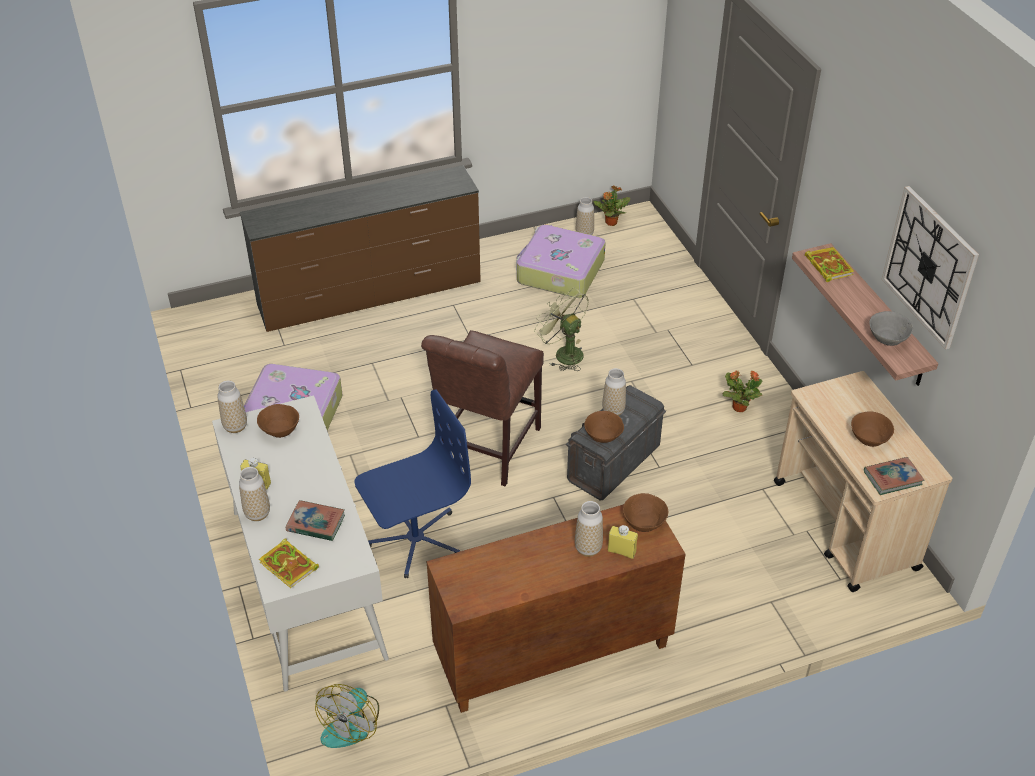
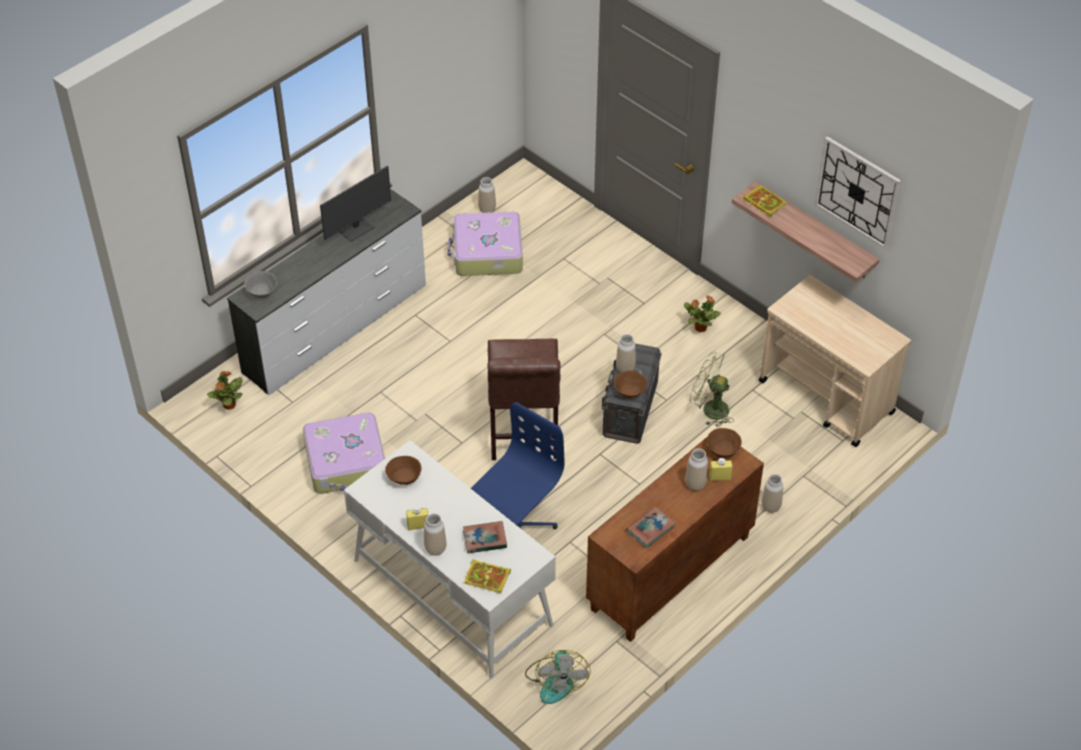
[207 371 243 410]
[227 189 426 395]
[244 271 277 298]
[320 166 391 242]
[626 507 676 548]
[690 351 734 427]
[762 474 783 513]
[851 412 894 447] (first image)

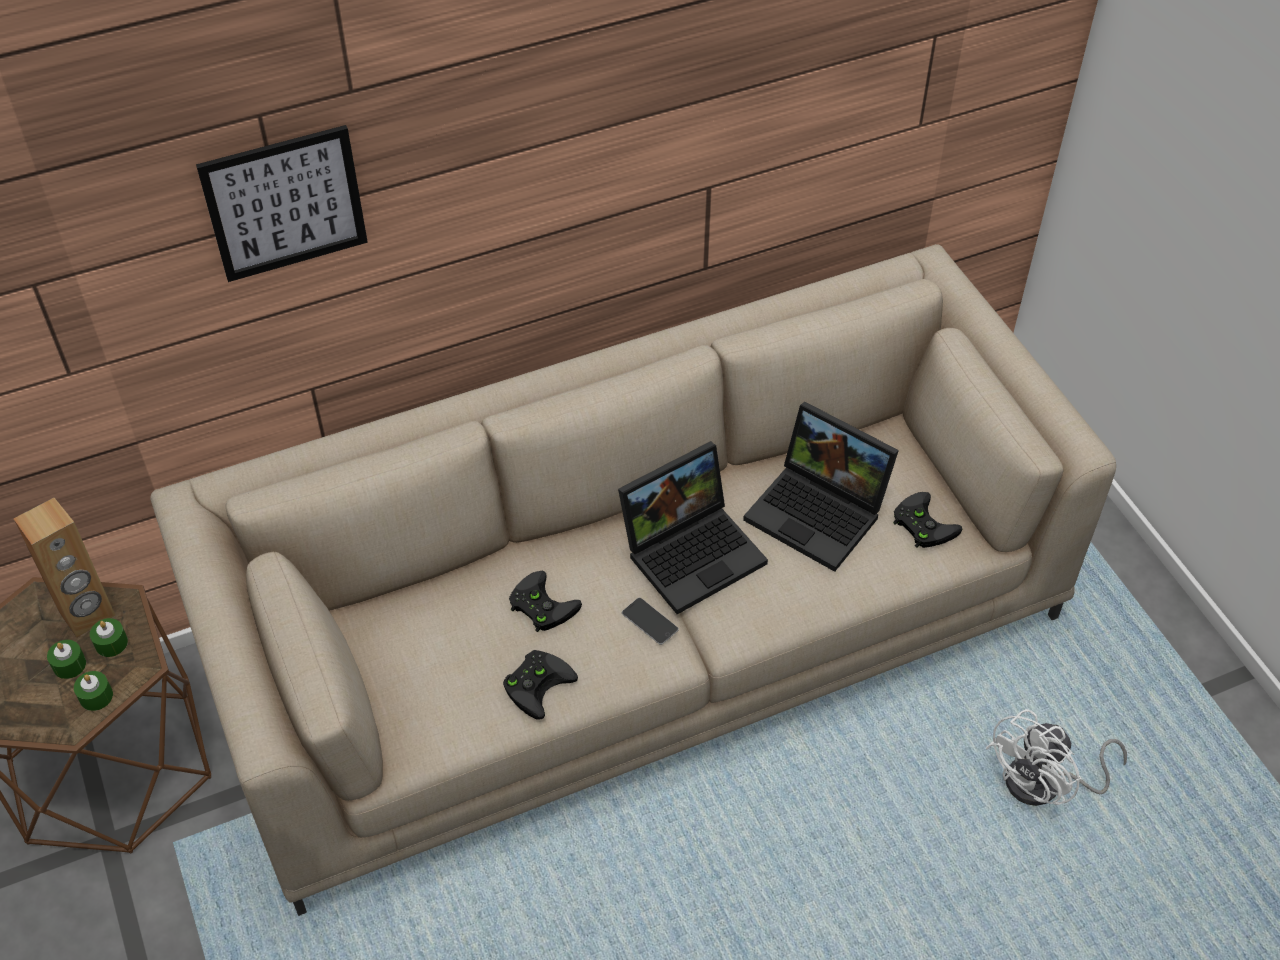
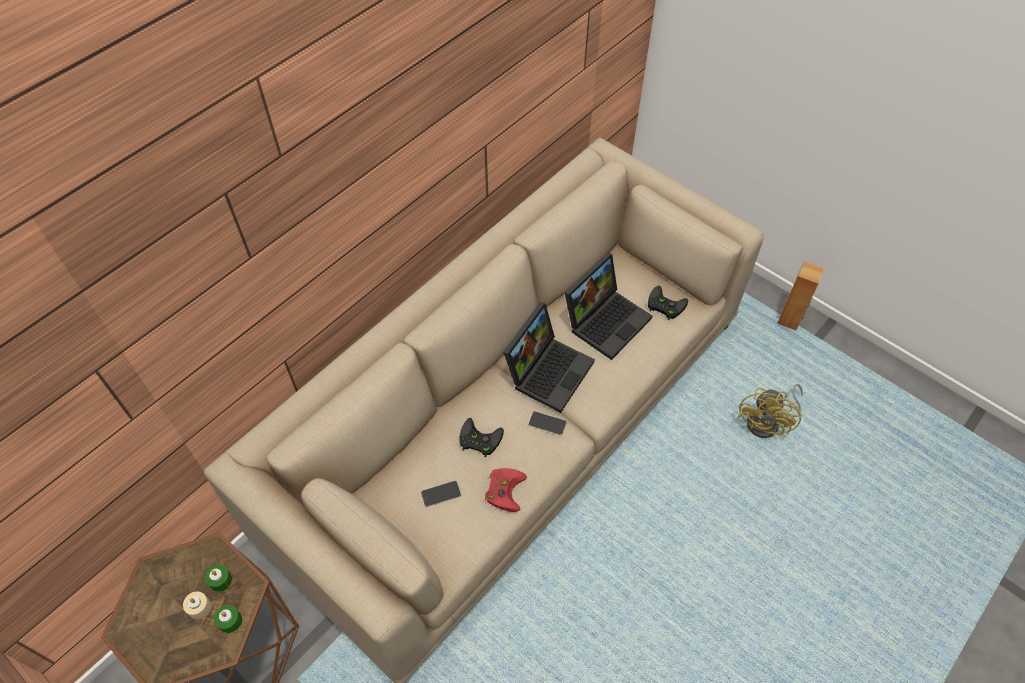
[183 591 211 619]
[421 481 461 507]
[485 468 527 512]
[565 252 652 360]
[738 384 803 438]
[777 261 824 330]
[196 125 368 282] (first image)

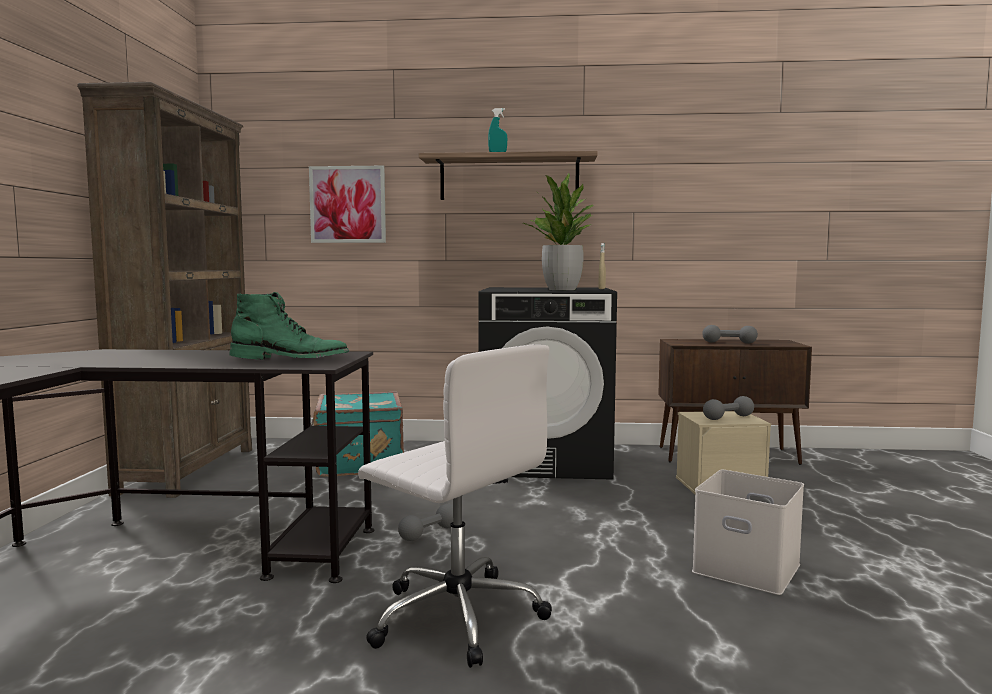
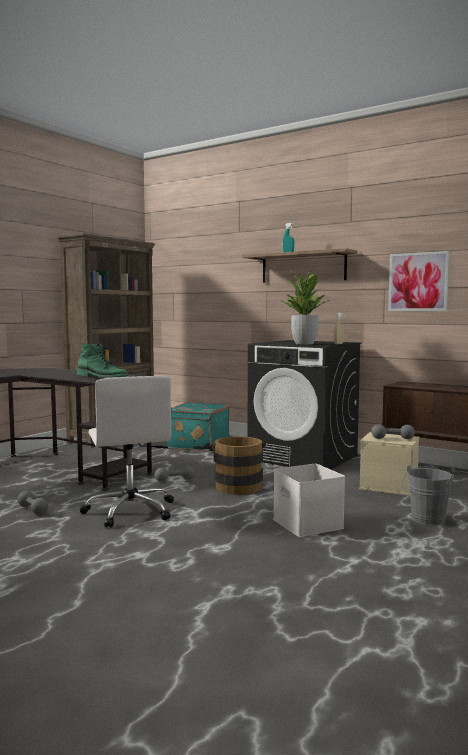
[17 491 49 515]
[209 436 266 495]
[388 251 450 311]
[402 465 454 525]

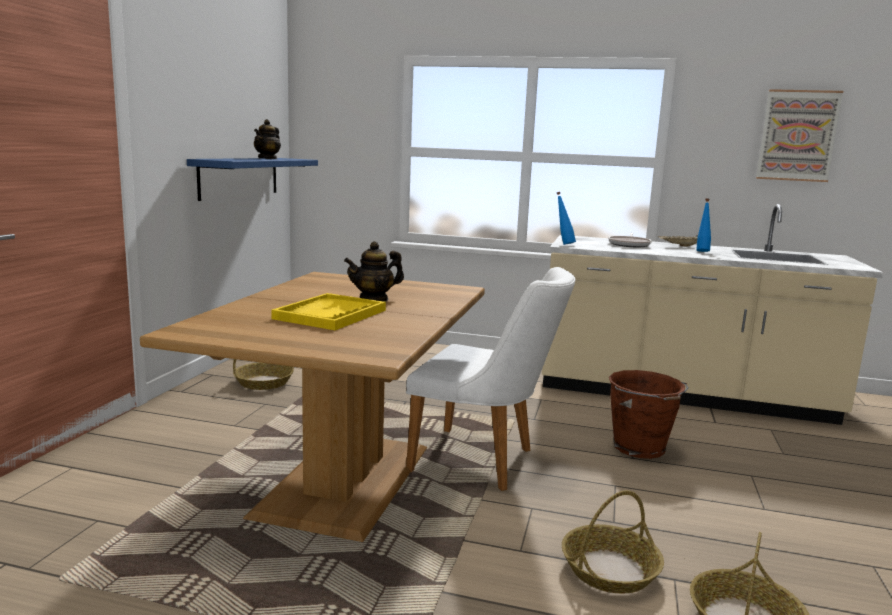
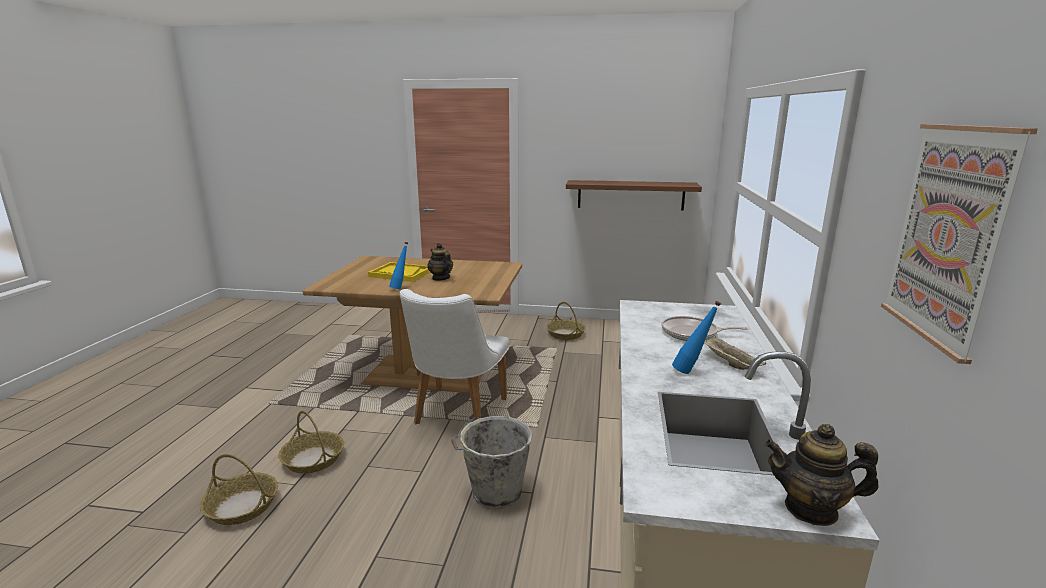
[389 242 408 289]
[451 416 533 509]
[566 180 702 211]
[765 424 878 526]

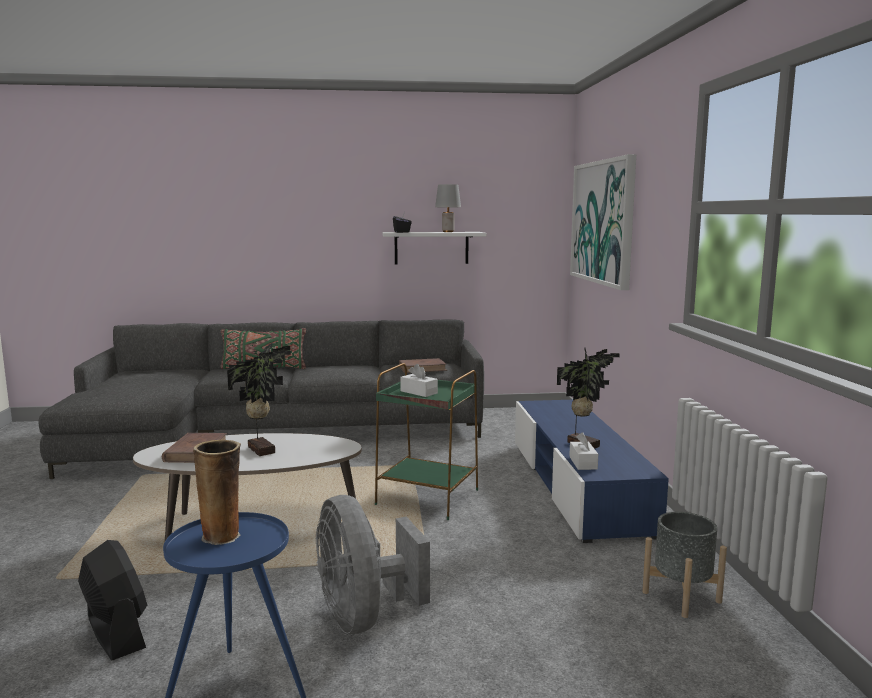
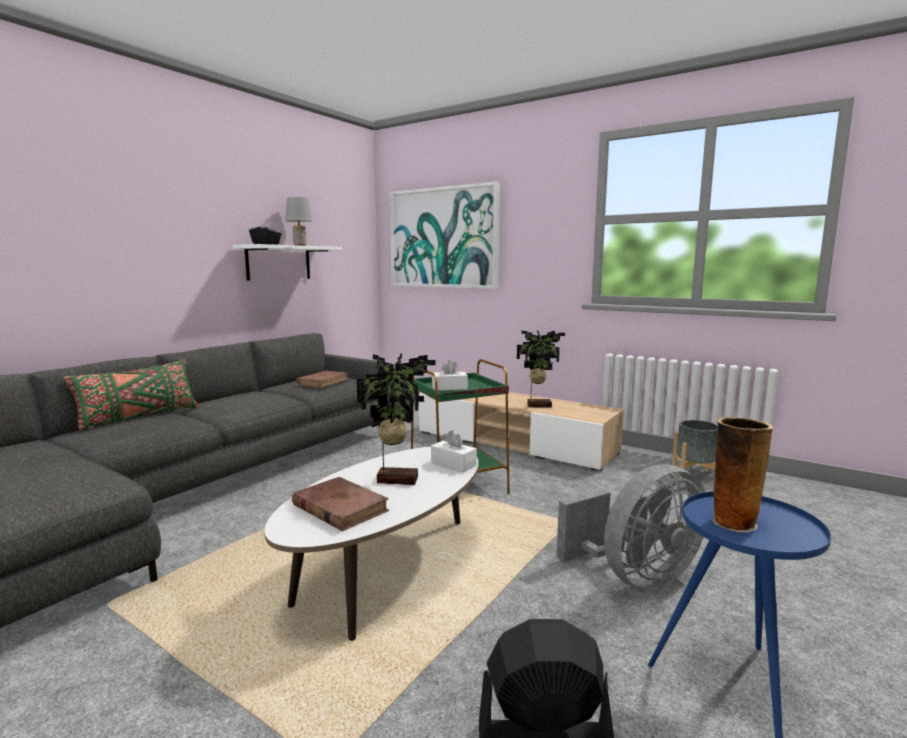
[419 392 624 472]
[431 430 477 472]
[556 464 705 591]

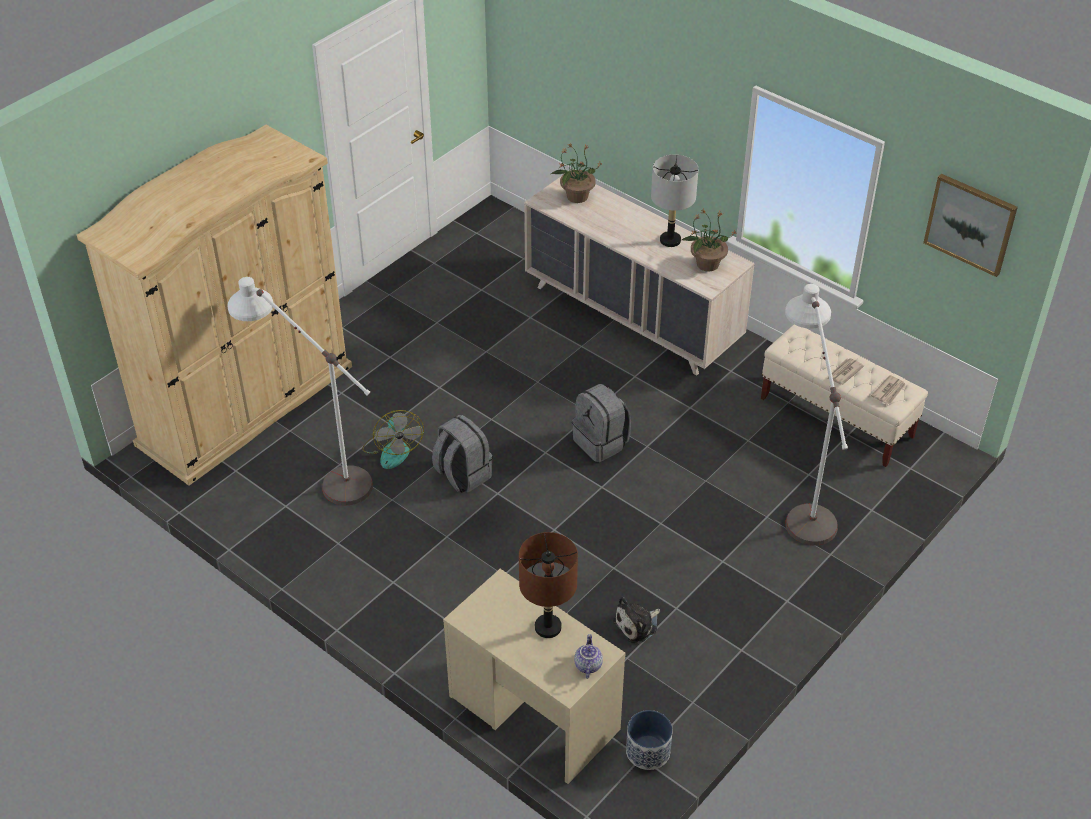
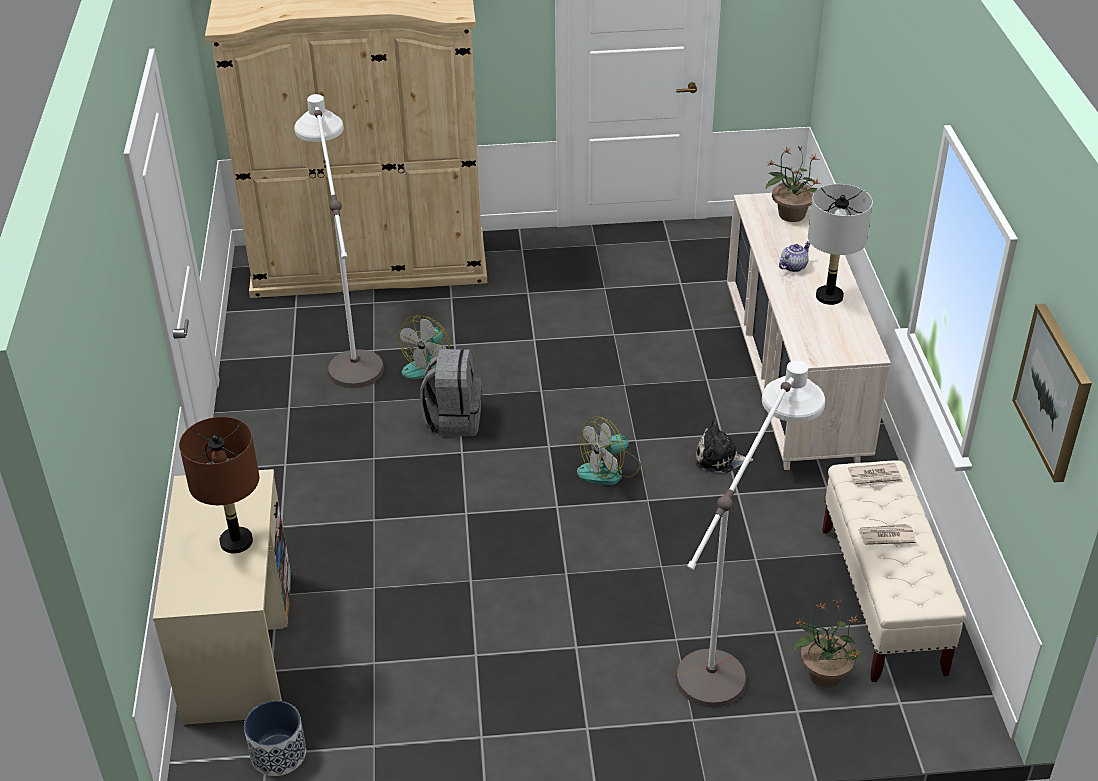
[577 416 641 485]
[696 418 753 473]
[779 241 811 272]
[793 600 862 688]
[848 463 903 487]

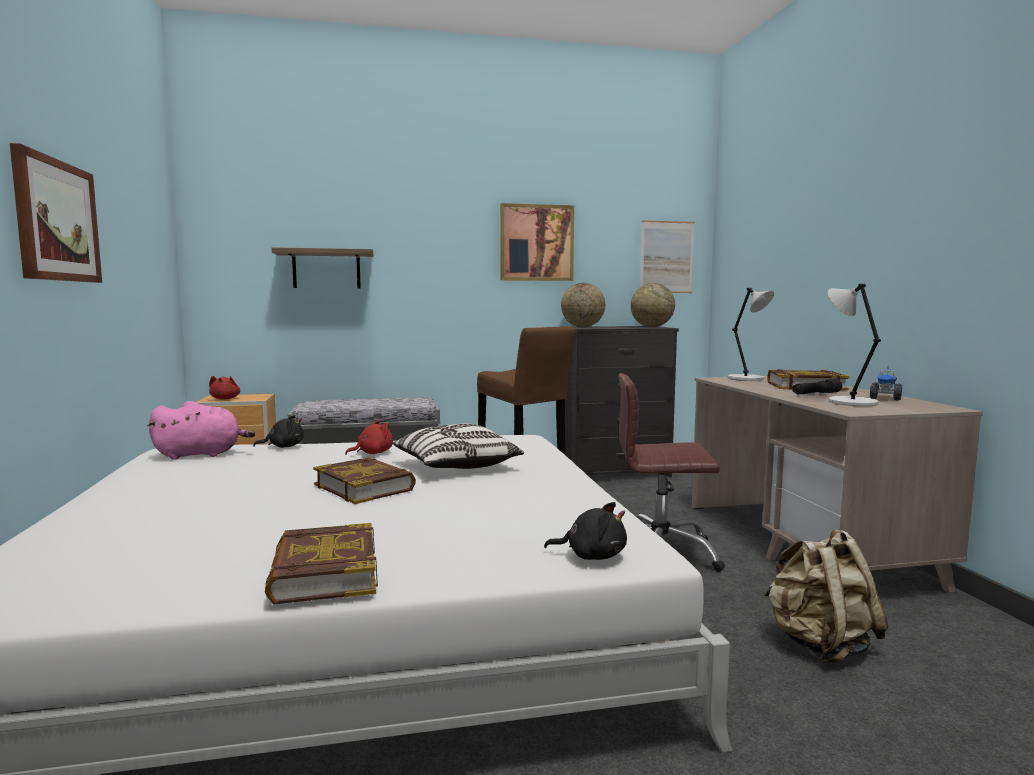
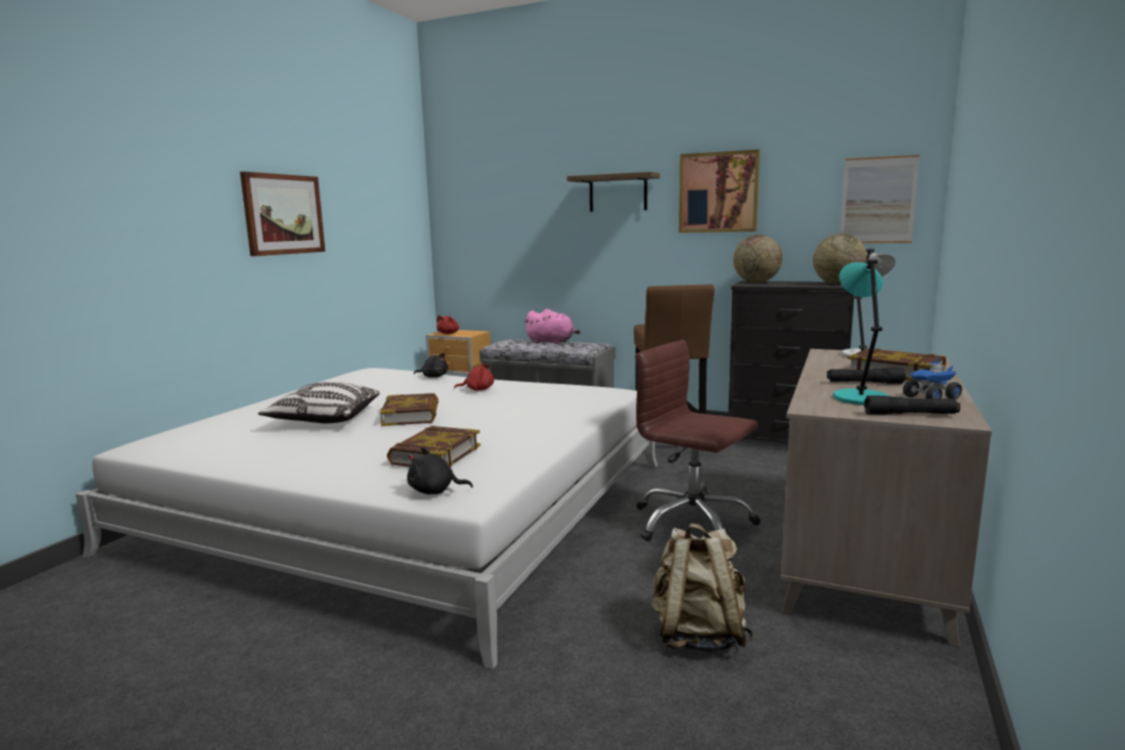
[258 382 380 423]
[387 426 481 467]
[407 447 473 494]
[524 309 580 344]
[567 172 660 212]
[833 259 889 405]
[864 396 960 415]

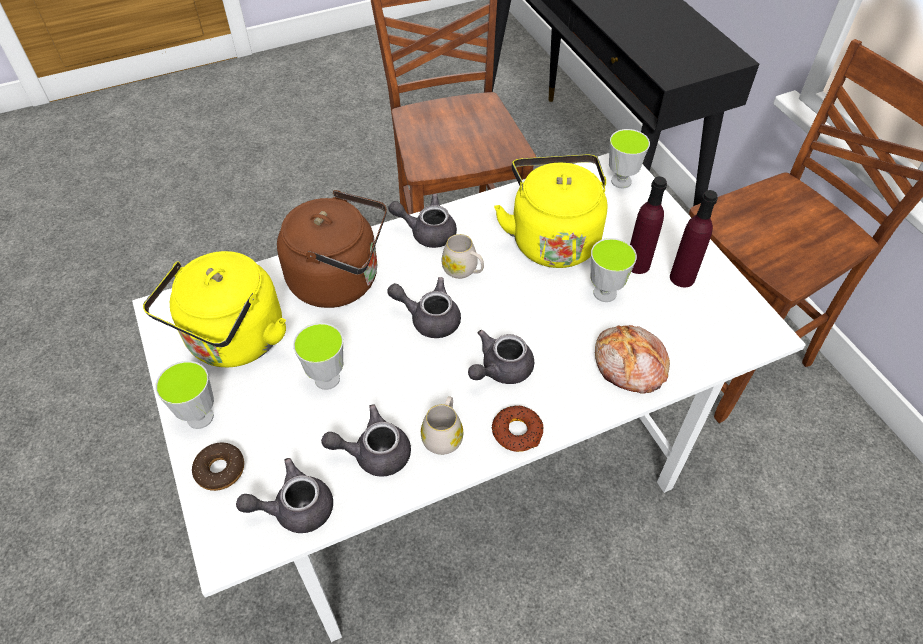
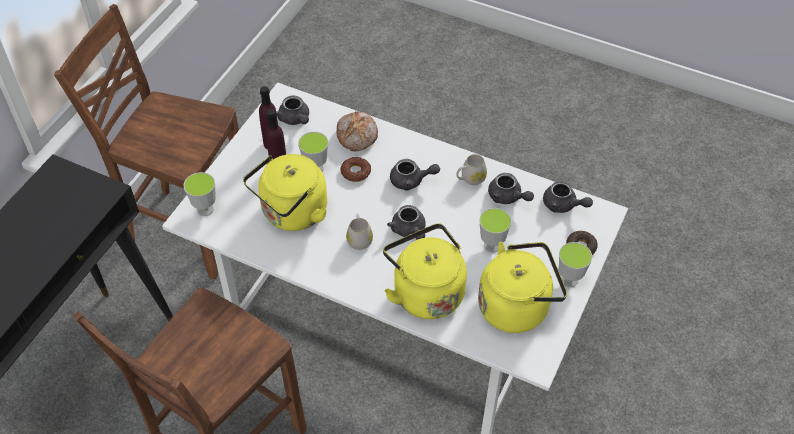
[276 95 309 125]
[340 157 371 182]
[383 223 467 319]

